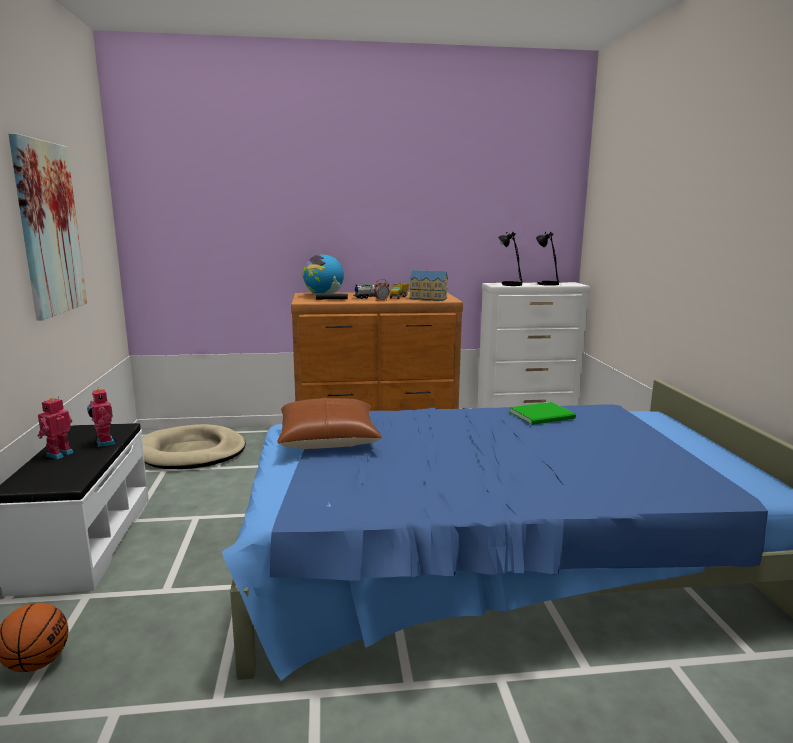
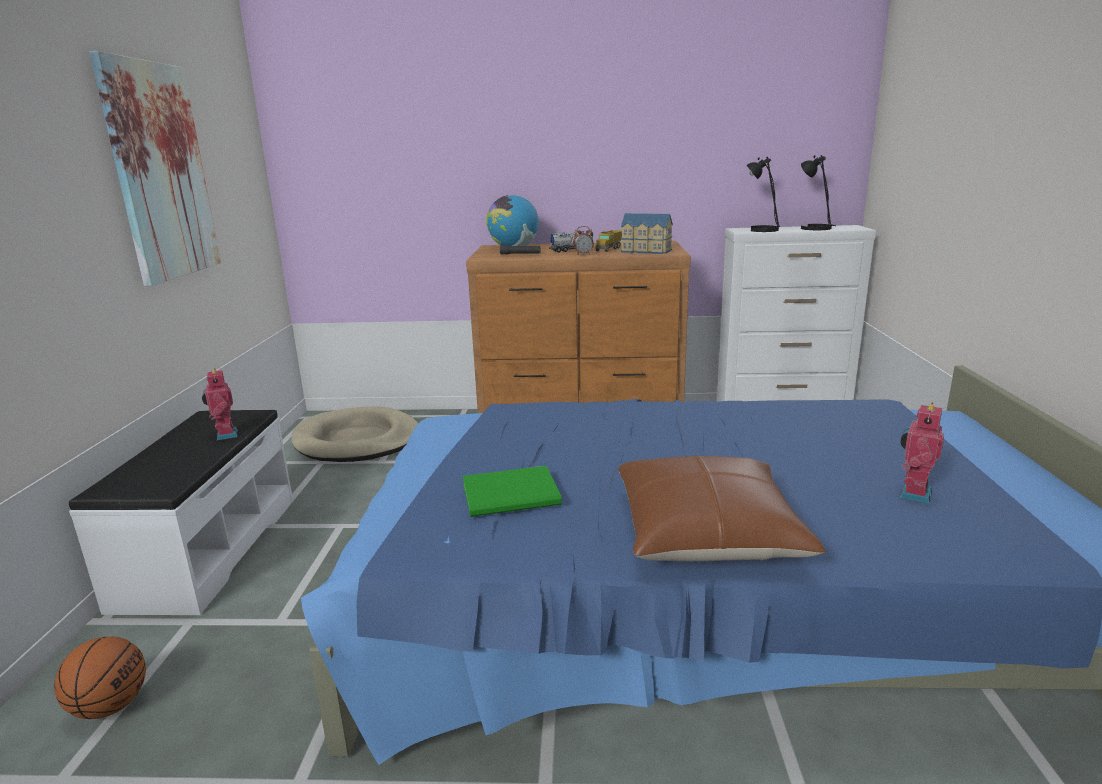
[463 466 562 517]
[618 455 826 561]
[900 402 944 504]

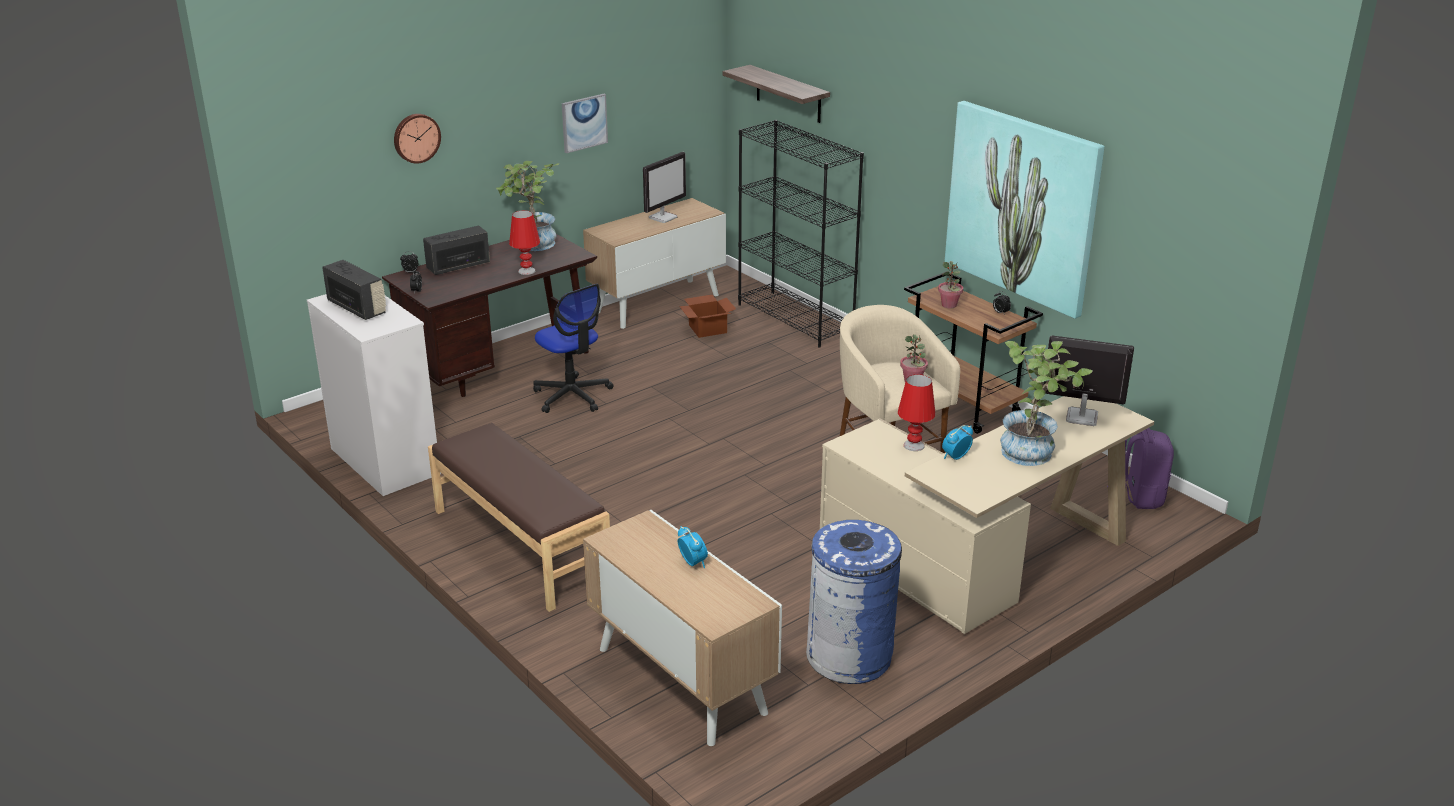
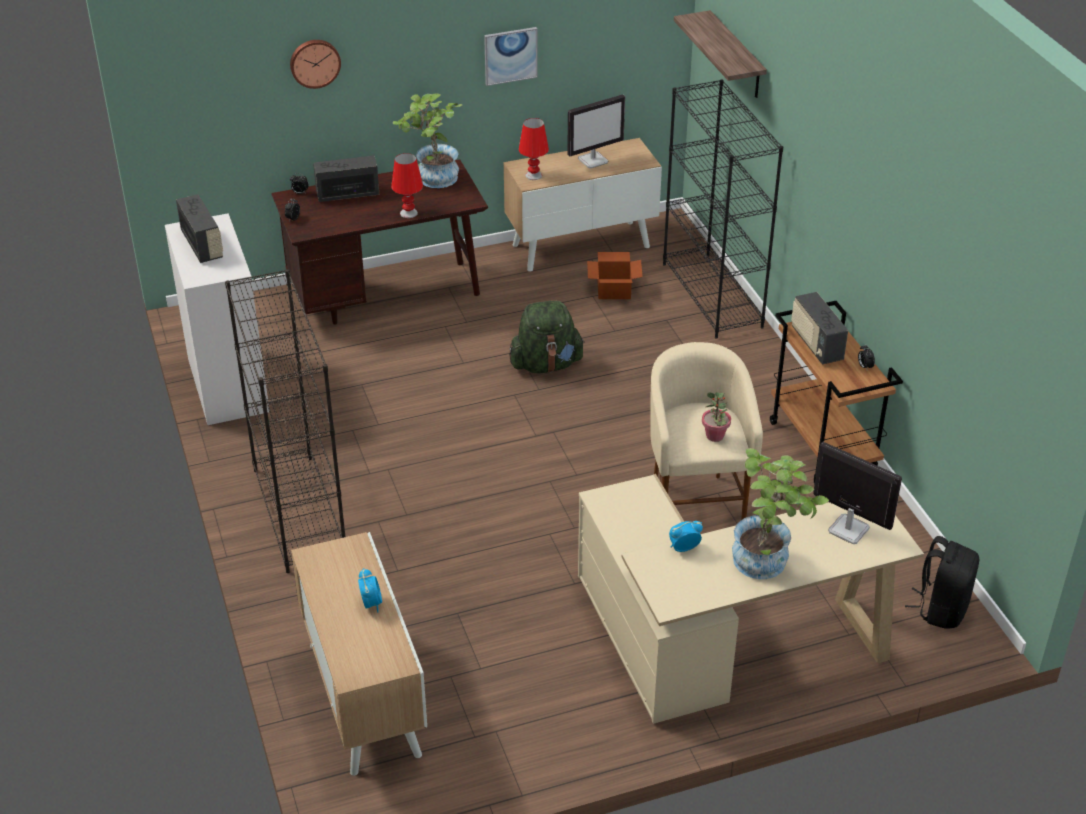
[225 269 345 573]
[509 300 585 373]
[519 118 549 180]
[791 292 848 364]
[905 536 979 629]
[533 284 614 413] (first image)
[806 520 902 684] (first image)
[945 101 1104 319] (first image)

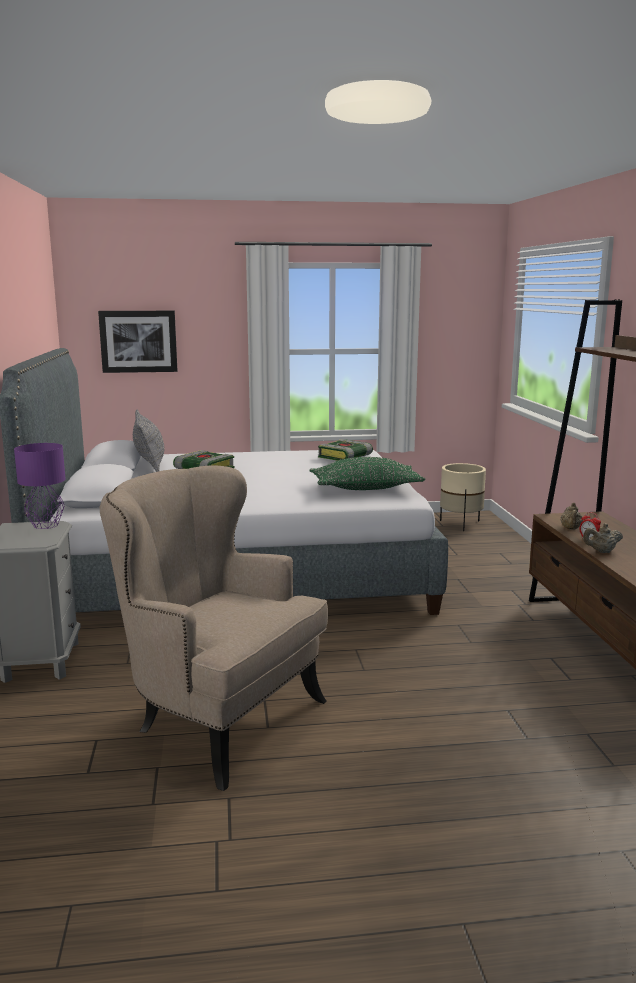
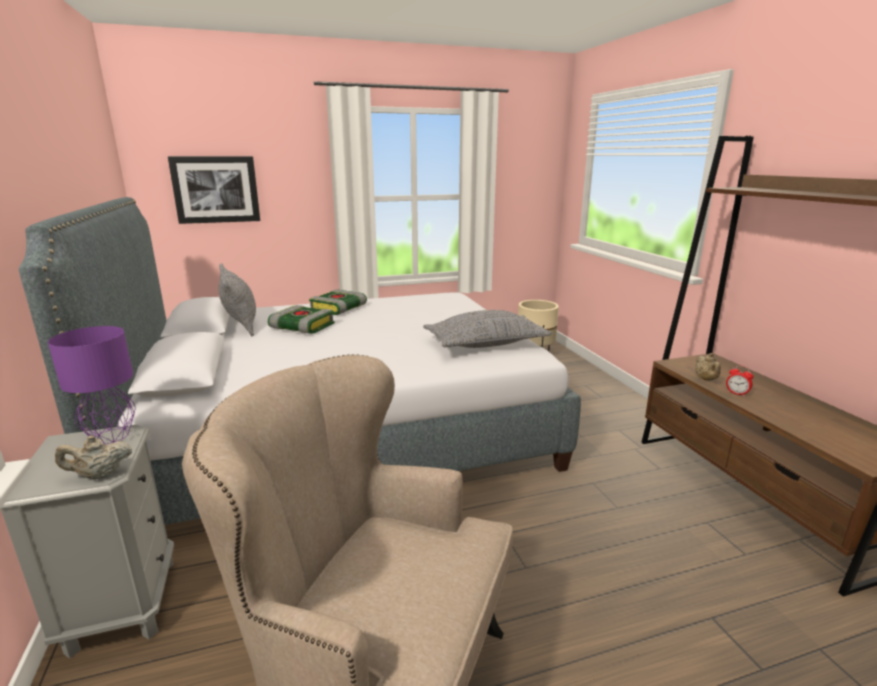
[55 436 132 479]
[309 289 367 315]
[423 310 552 348]

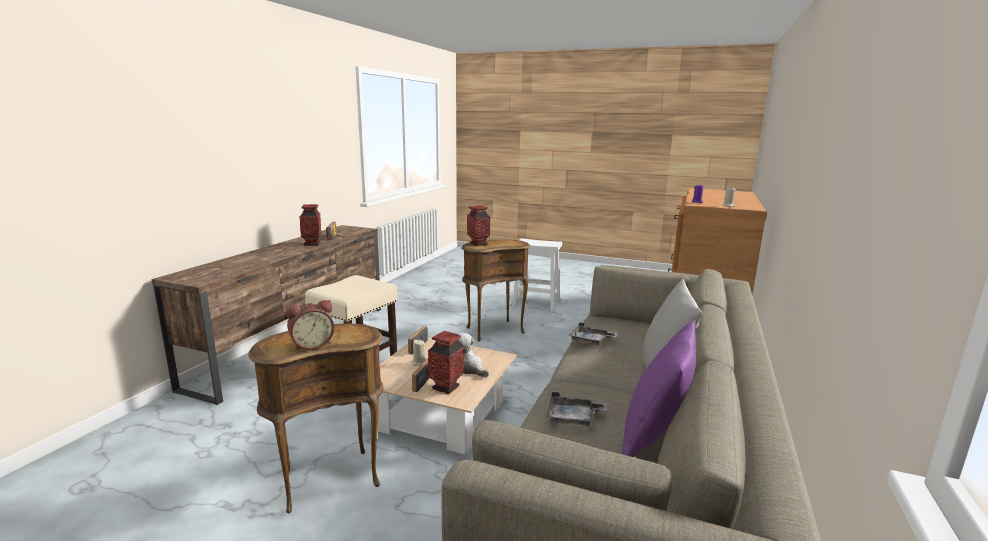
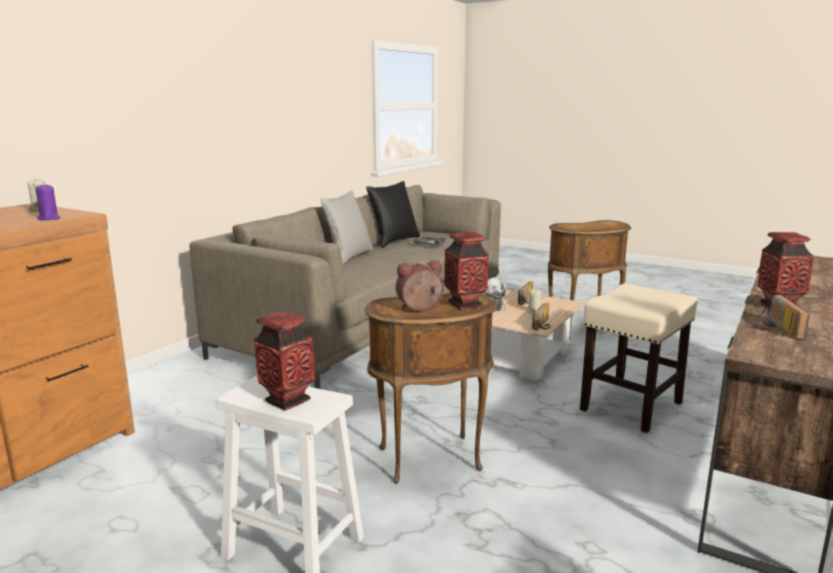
[254 311 315 411]
[366 181 420 248]
[396 260 444 312]
[569 322 618 345] (first image)

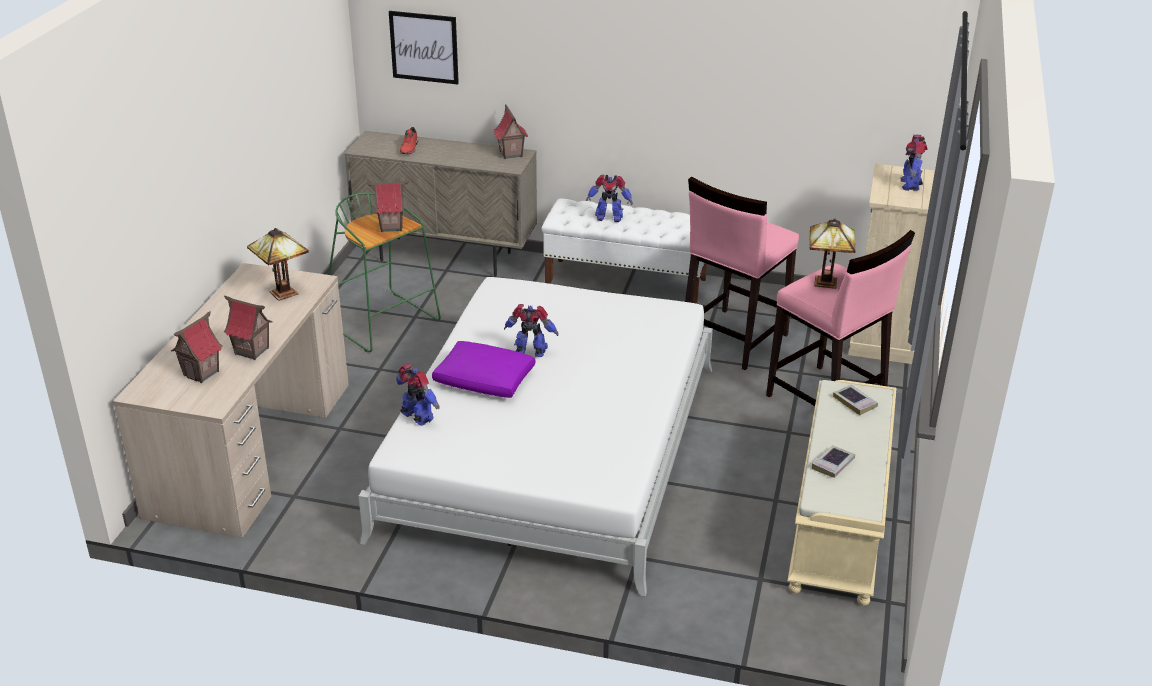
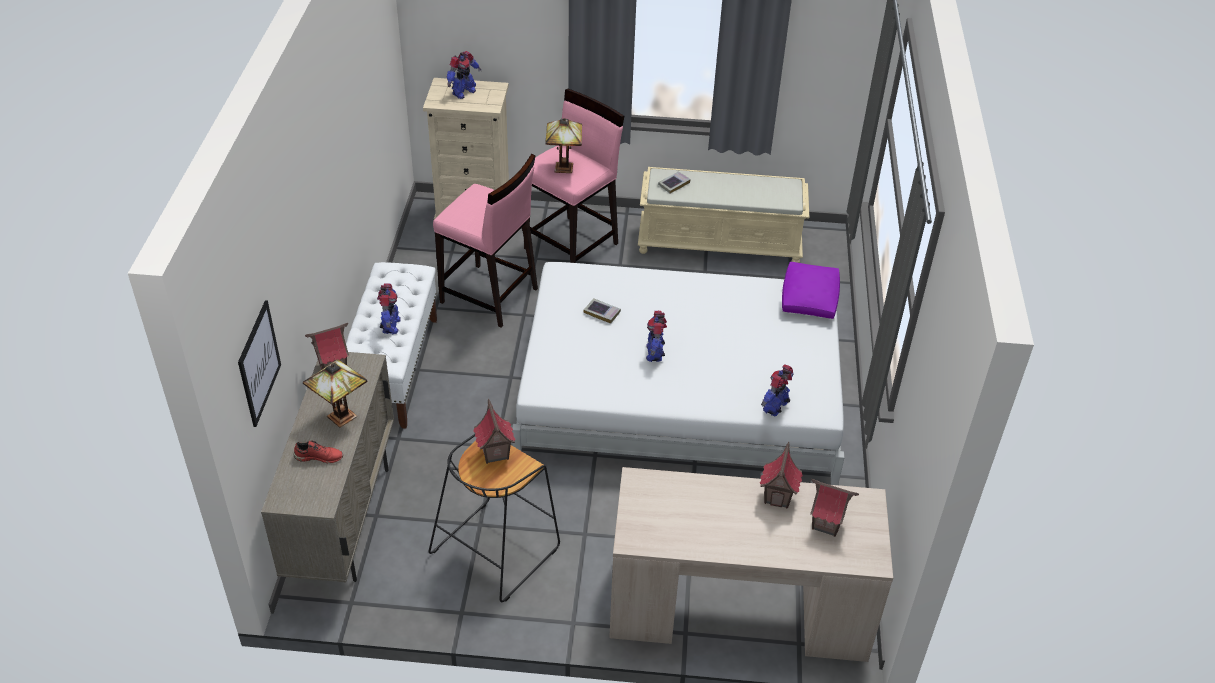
[303 359 367 428]
[428 434 560 602]
[447 51 481 99]
[584 298 621 324]
[782 262 840 319]

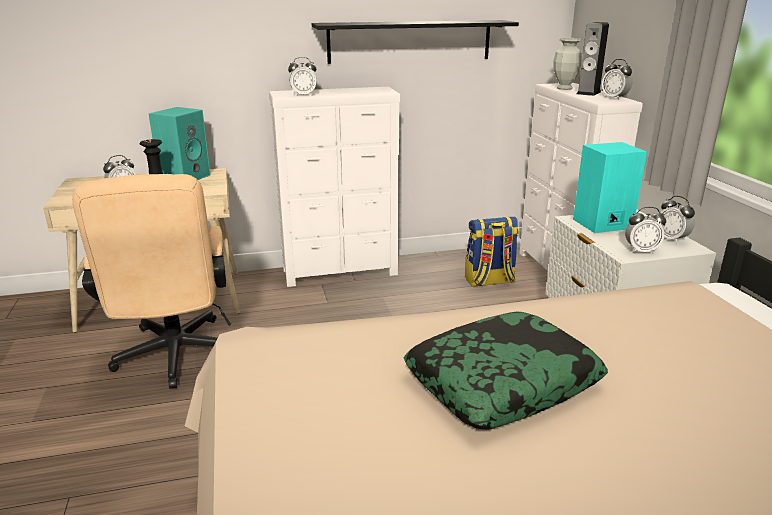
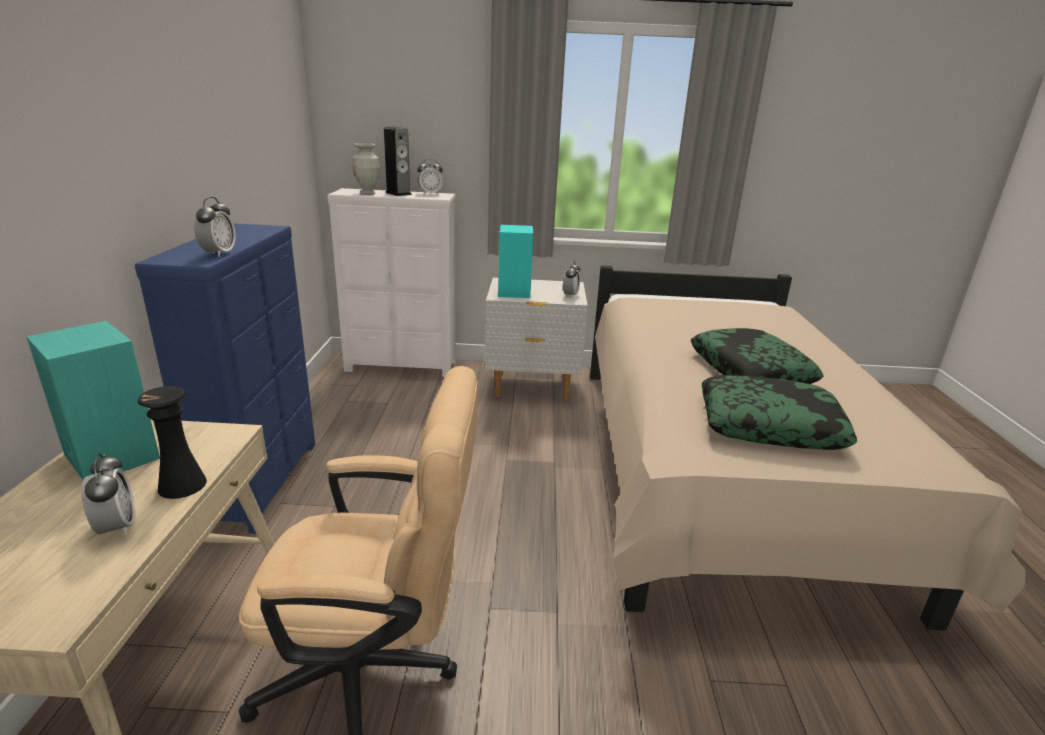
[135 223 315 534]
[702 375 857 450]
[312 20 519 64] (first image)
[465 217 519 287] (first image)
[658 196 695 243] (first image)

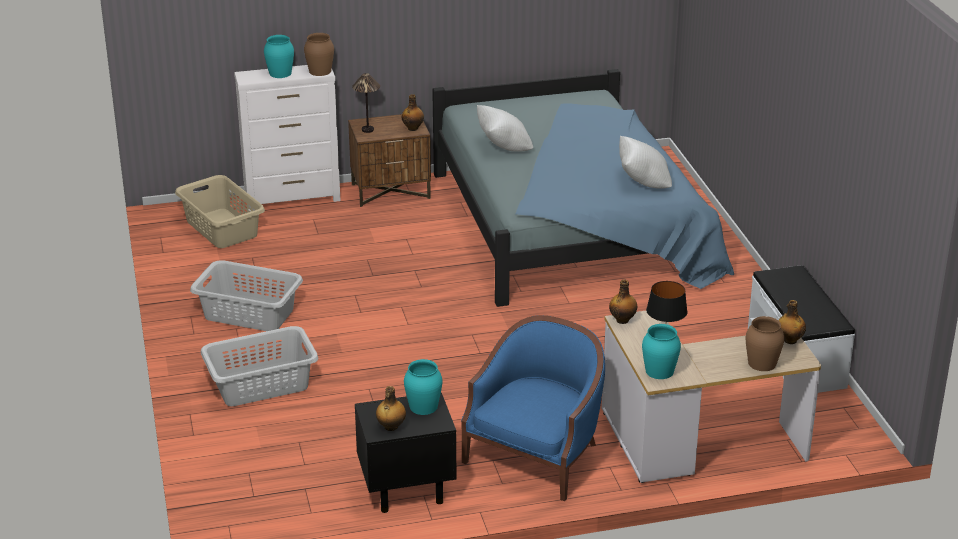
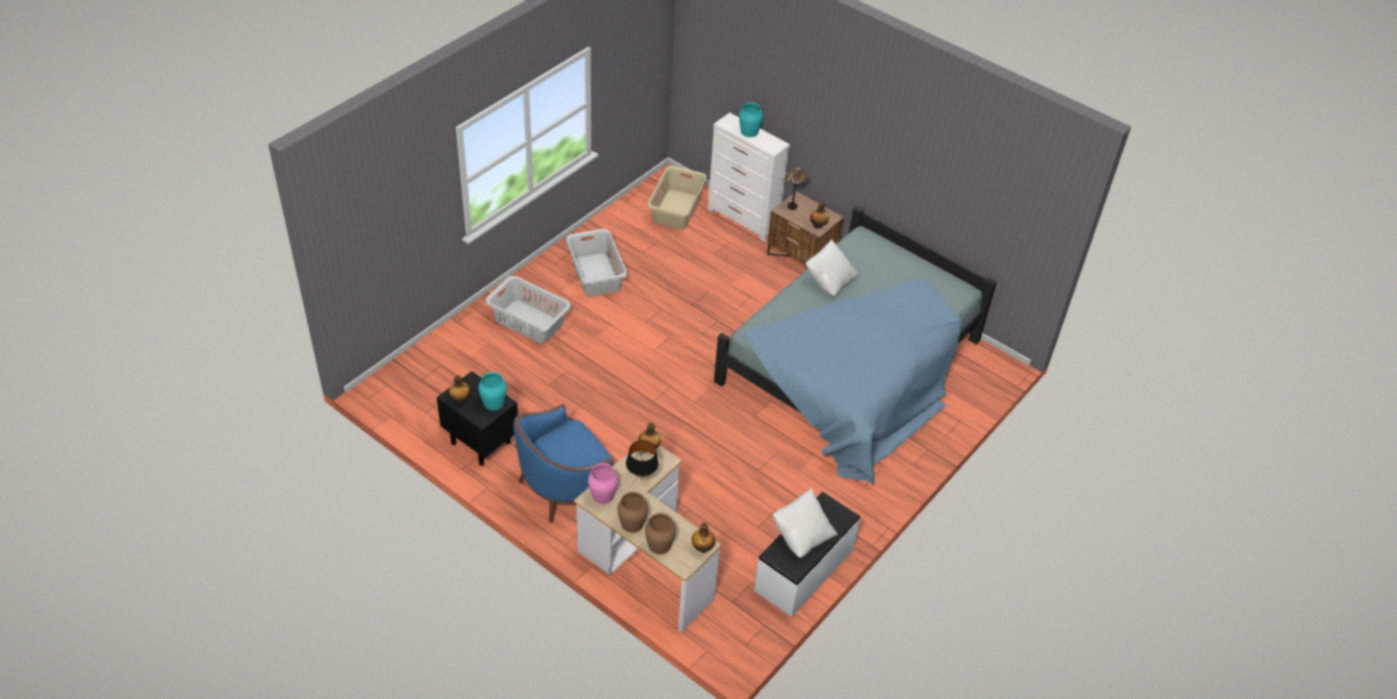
[514 403 614 523]
[588 463 618 504]
[617 492 648 533]
[773 488 838 558]

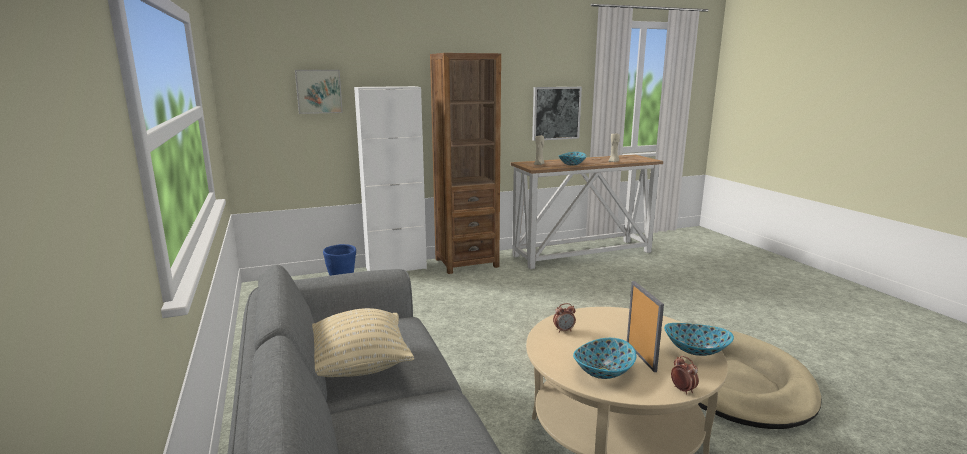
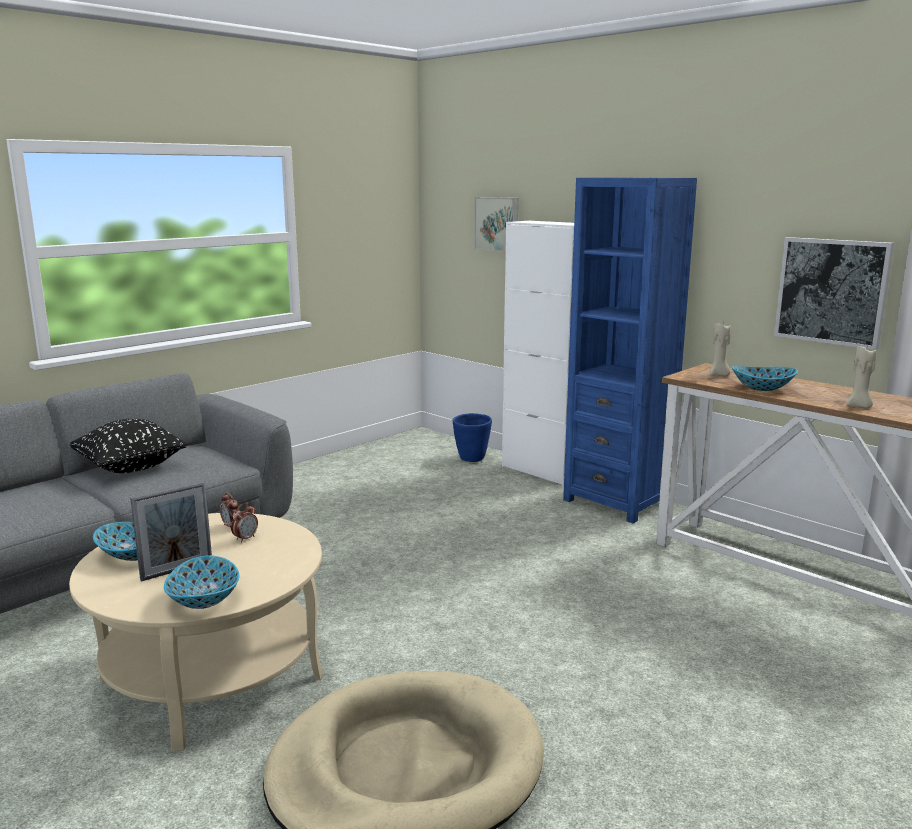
[70 419 187 473]
[231 503 258 543]
[563 177 697 523]

